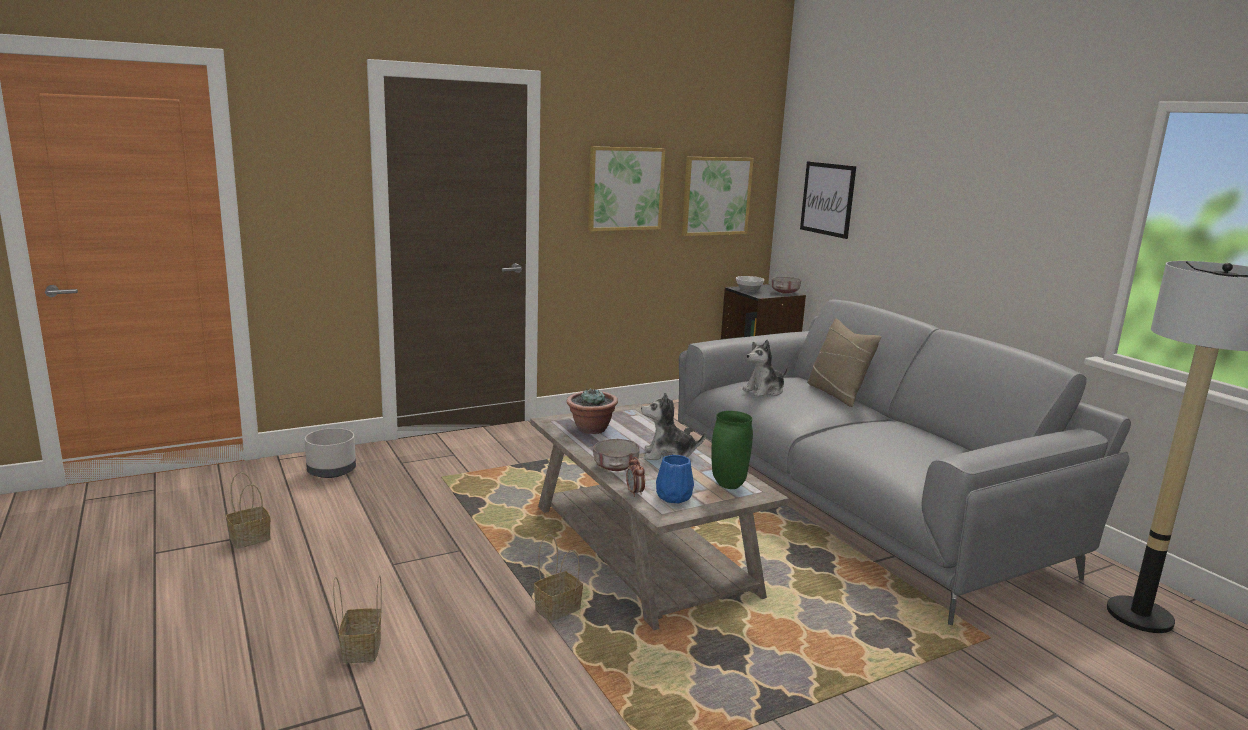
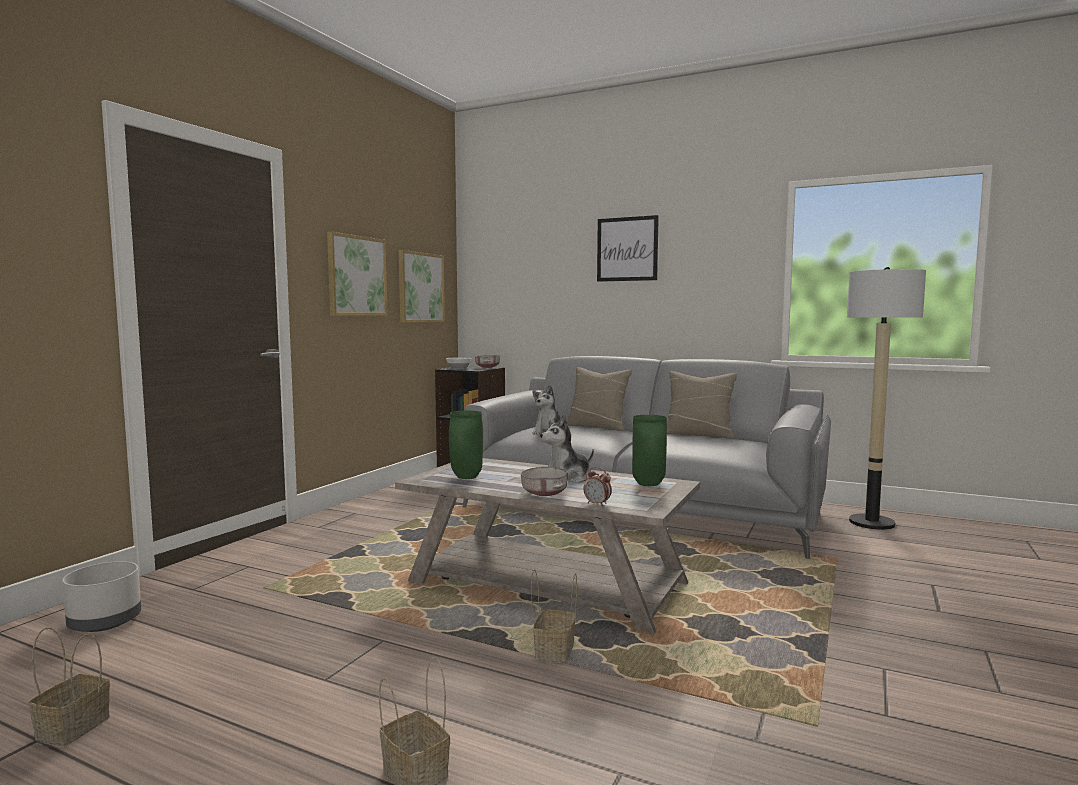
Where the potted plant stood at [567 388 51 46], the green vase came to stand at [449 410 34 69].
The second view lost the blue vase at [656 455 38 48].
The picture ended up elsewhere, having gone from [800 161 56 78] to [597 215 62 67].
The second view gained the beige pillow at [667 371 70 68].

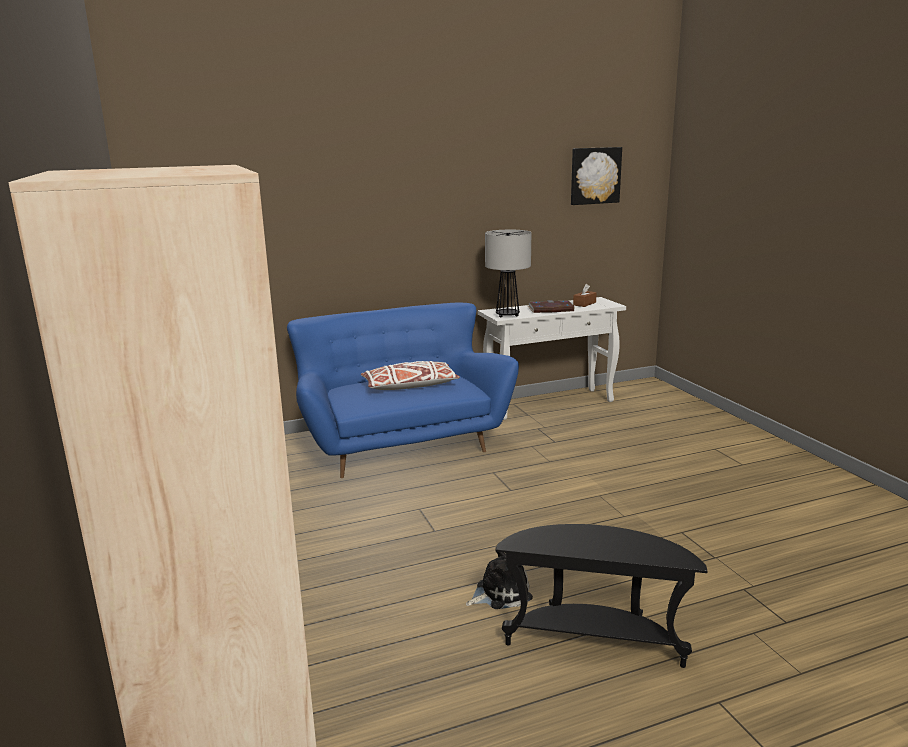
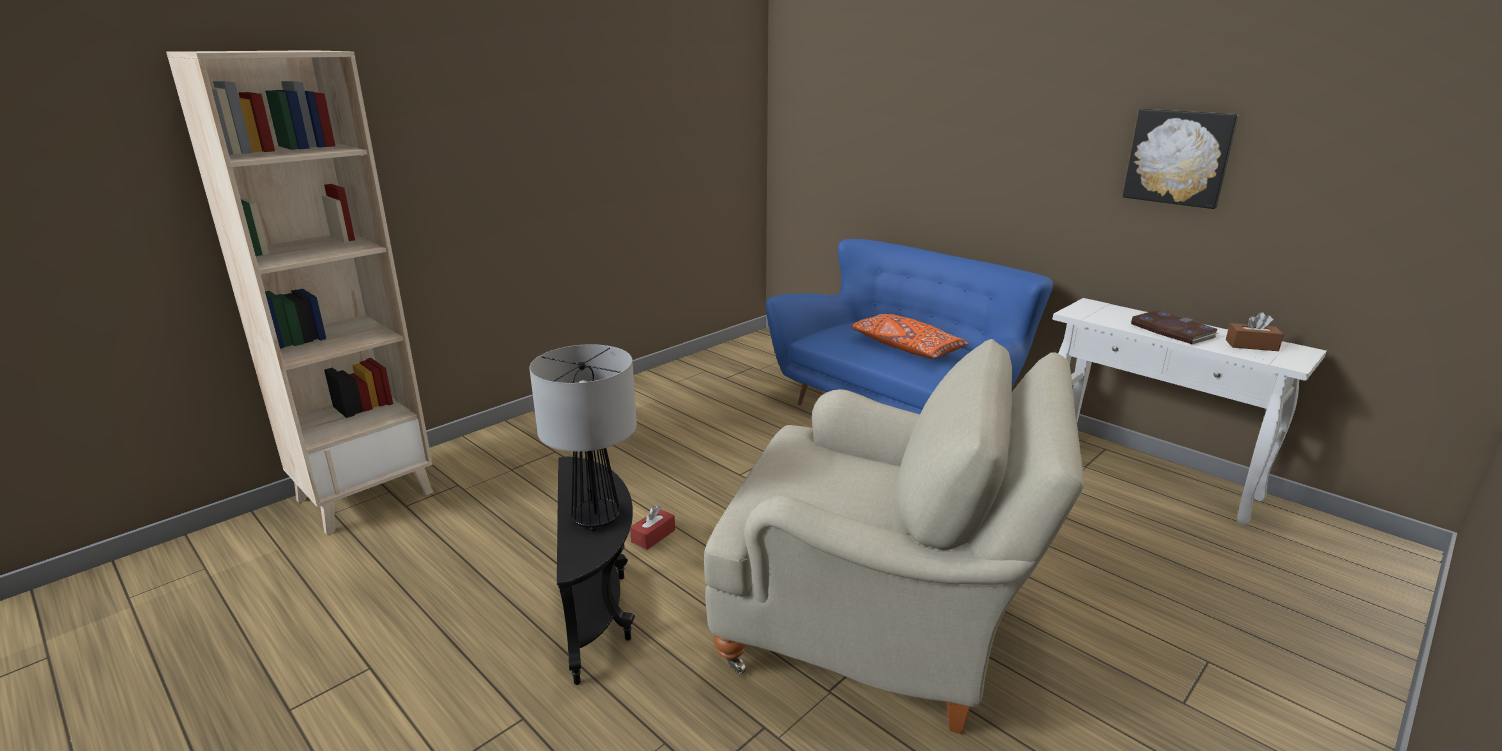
What was the white pillow at [361 361 99 29] turned into the orange pillow at [851 314 118 45].
Where the plush toy stood at [466 552 67 57], the red tissue box came to stand at [630 505 45 45].
The table lamp ended up elsewhere, having gone from [485 230 46 87] to [529 344 108 188].
The picture ended up elsewhere, having gone from [571 147 51 58] to [1123 109 116 100].
The second view gained the beige armchair at [704 339 380 395].

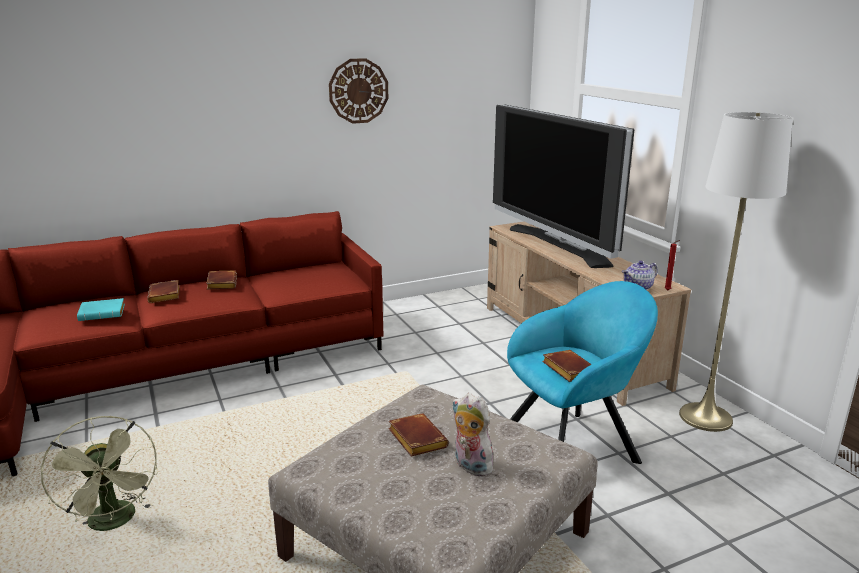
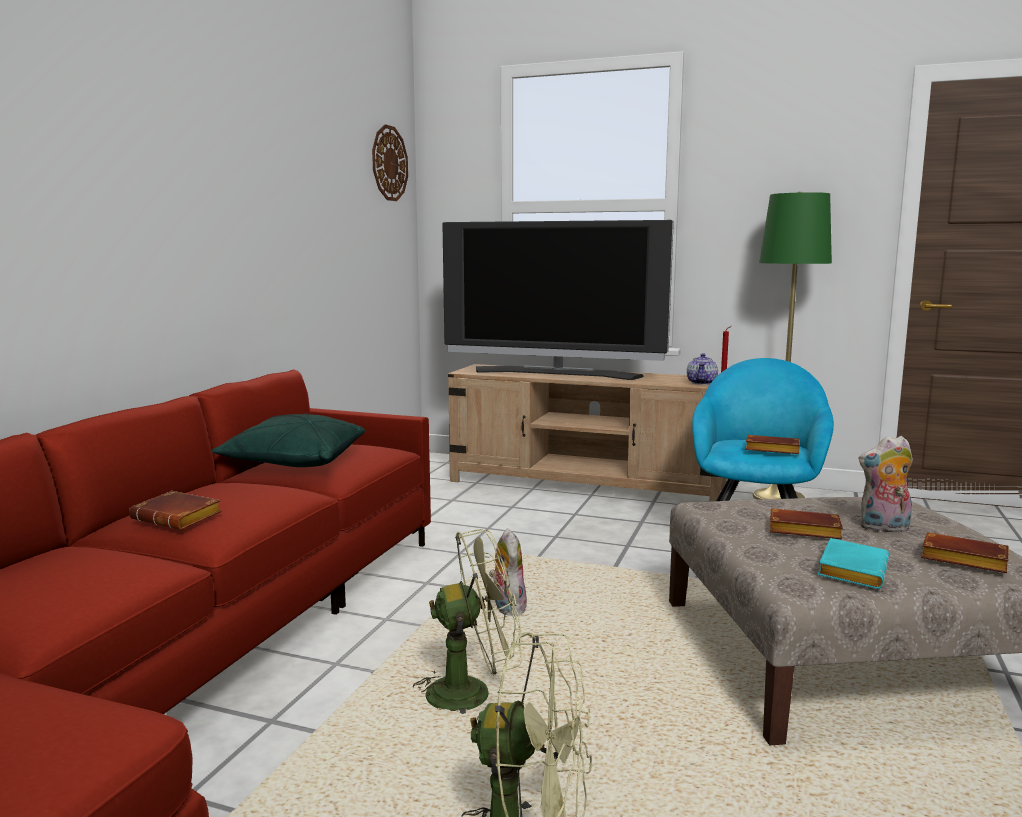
The turquoise book ended up elsewhere, having gone from [77 298 48 23] to [817 538 72 51].
The brown book ended up elsewhere, having gone from [206 271 31 18] to [921 532 88 41].
The wall clock ended up elsewhere, having gone from [329 58 59 66] to [372 124 36 77].
What was the white floor lamp at [679 112 114 320] turned into the green floor lamp at [753 192 79 307].
The second view gained the green pillow at [212 414 153 53].
The second view gained the green fan at [413 529 109 185].
The second view gained the plush toy at [489 528 38 88].

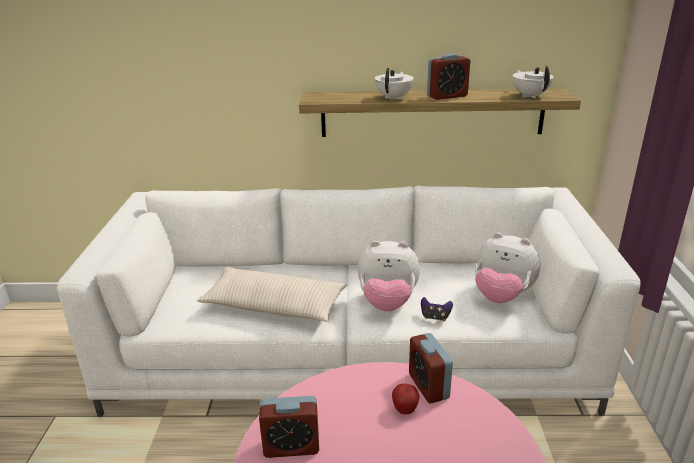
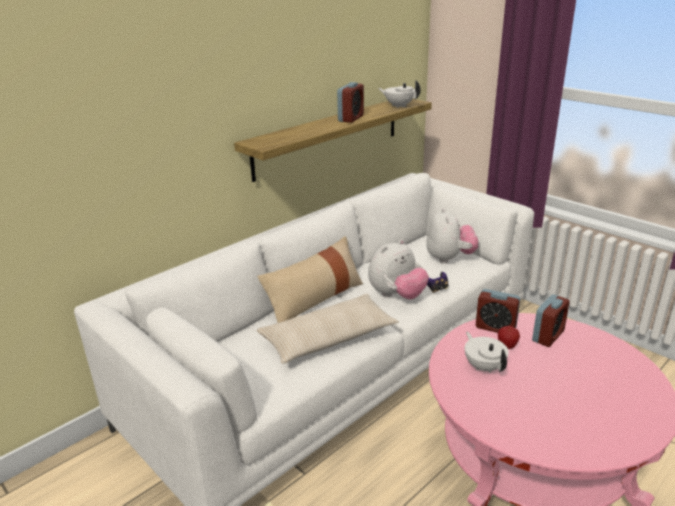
The alarm clock ended up elsewhere, having gone from [259 396 60 62] to [532 294 38 53].
The white teapot ended up elsewhere, having gone from [375 68 39 33] to [465 332 44 41].
The plush toy at [475 233 65 70] ended up facing another way, 75 degrees counterclockwise from before.
The second view gained the beige pillow at [257 236 106 87].

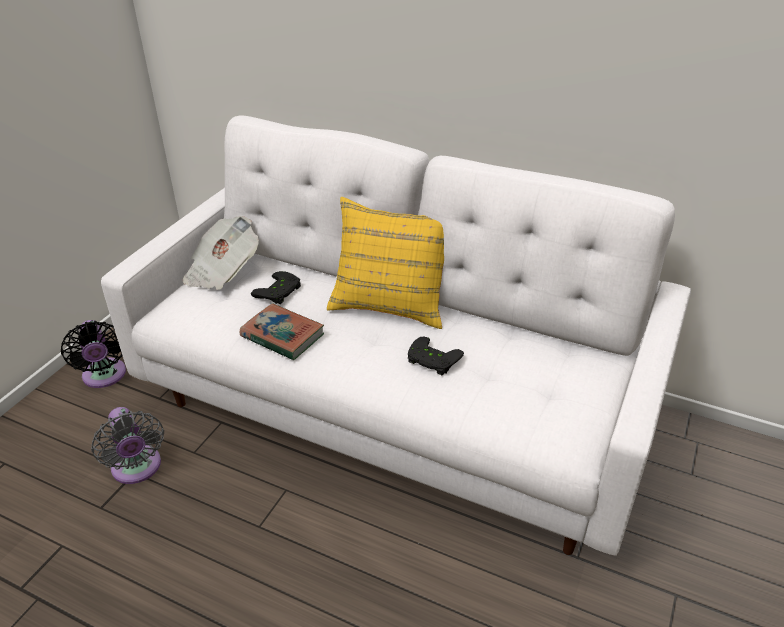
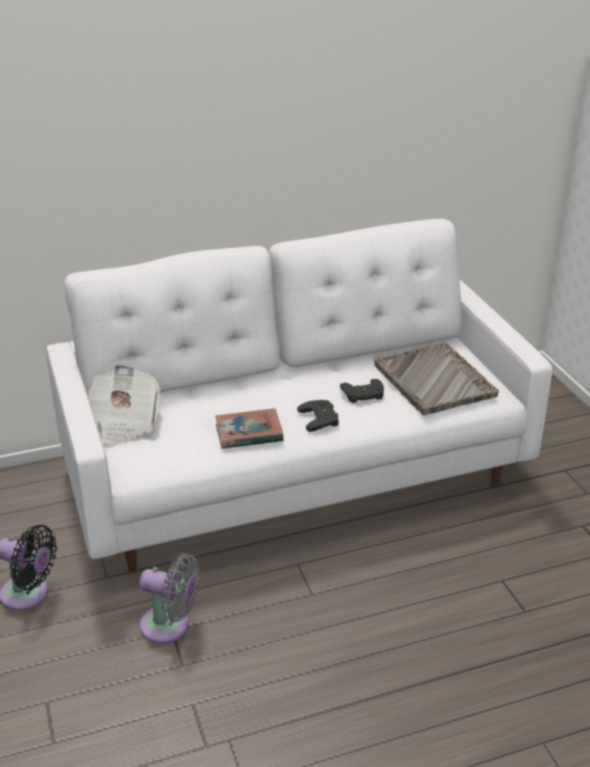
The black game controller ended up elsewhere, having gone from [251 271 50 33] to [297 400 42 32].
The second view lost the yellow pillow at [327 197 117 132].
The second view gained the grey tray at [374 343 125 72].

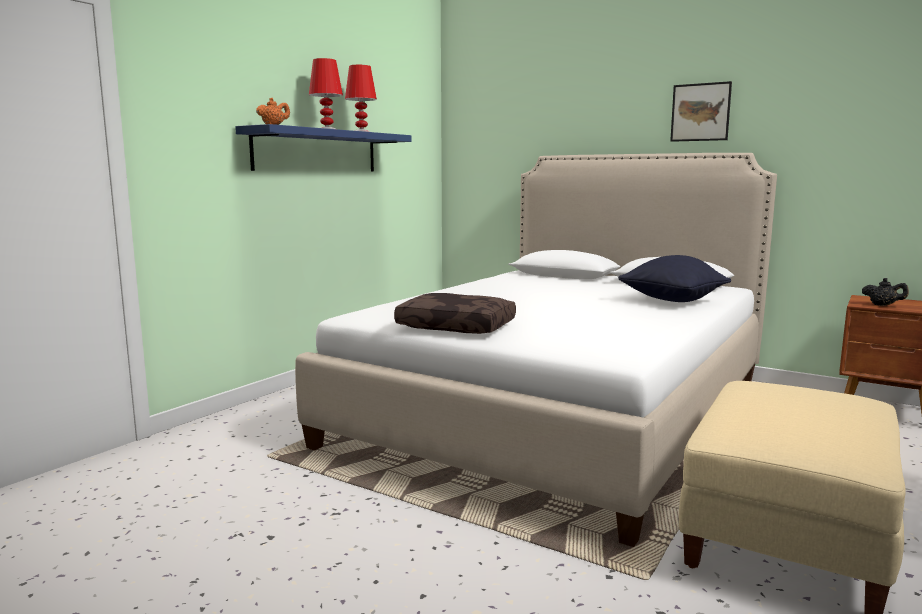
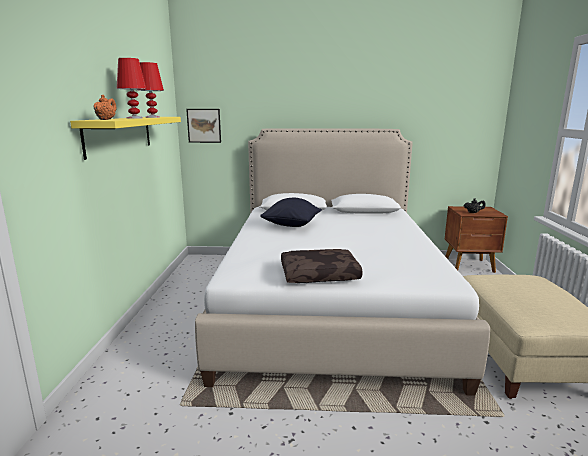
What was the blue shelf at [235 124 176 47] turned into the yellow shelf at [70 117 111 43].
The black pillow ended up elsewhere, having gone from [618 255 113 47] to [260 198 62 29].
The picture ended up elsewhere, having gone from [670 81 62 61] to [186 109 35 34].

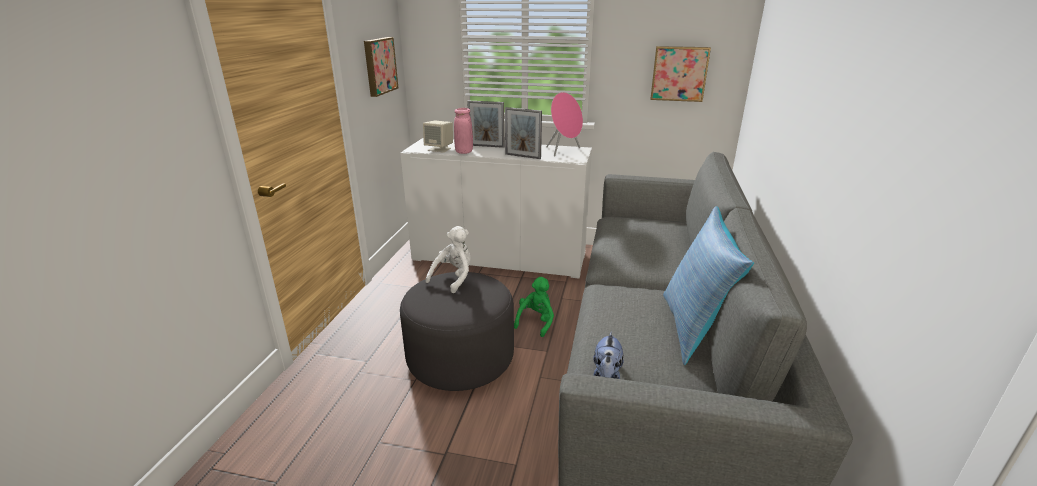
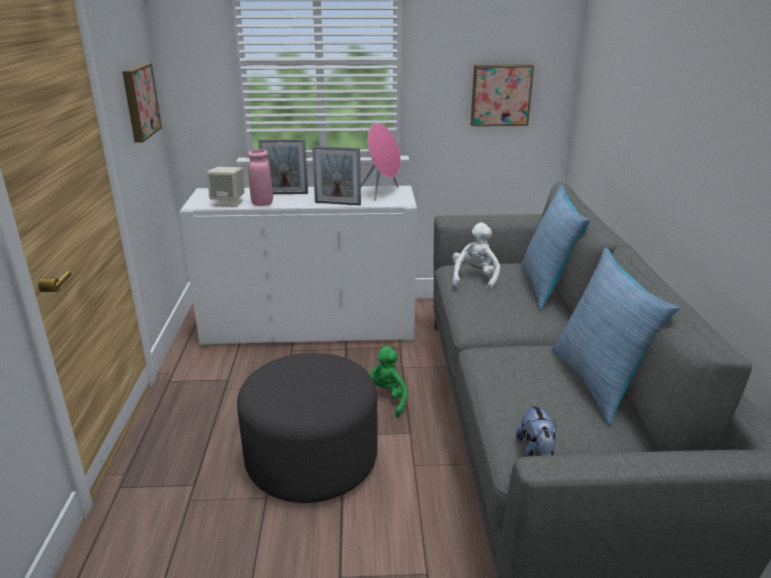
The white plush toy ended up elsewhere, having gone from [425 226 46 67] to [452 222 48 70].
The second view gained the pillow at [520 185 70 126].

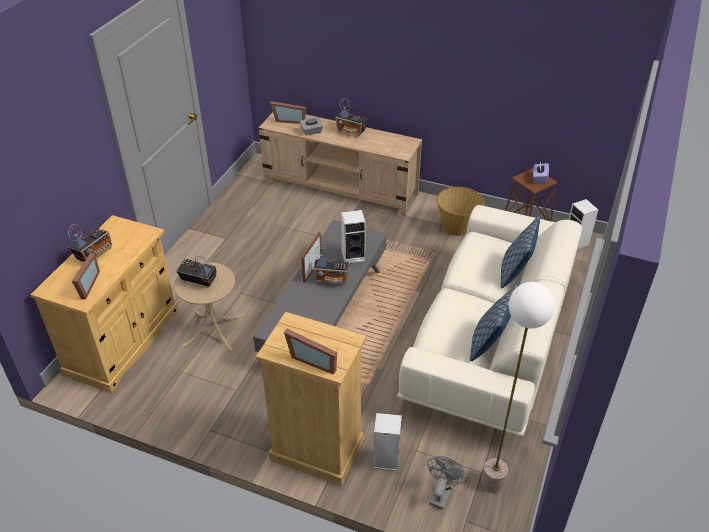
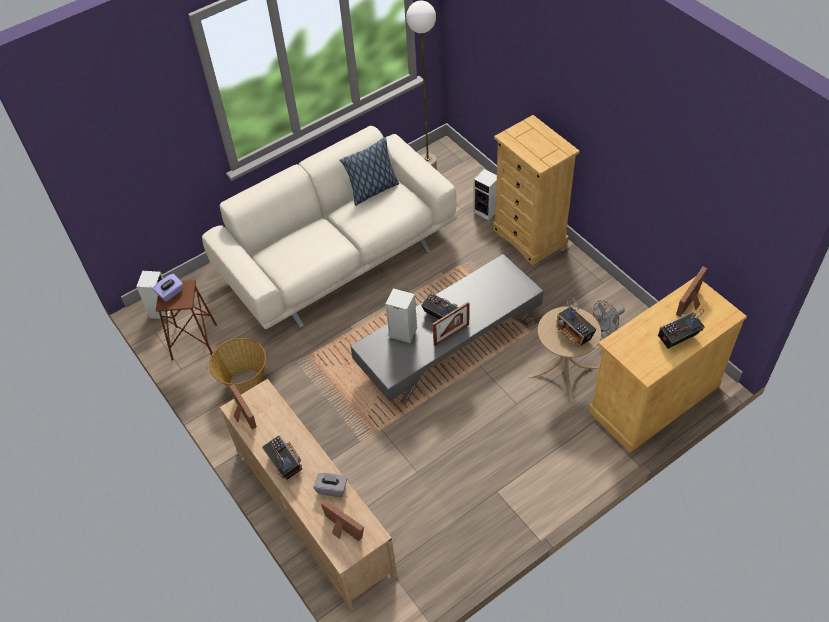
The picture frame ended up elsewhere, having gone from [284 329 53 46] to [230 384 27 46].
The grey fan ended up elsewhere, having gone from [427 456 41 54] to [593 300 32 38].
The second view lost the pillow at [500 216 40 72].

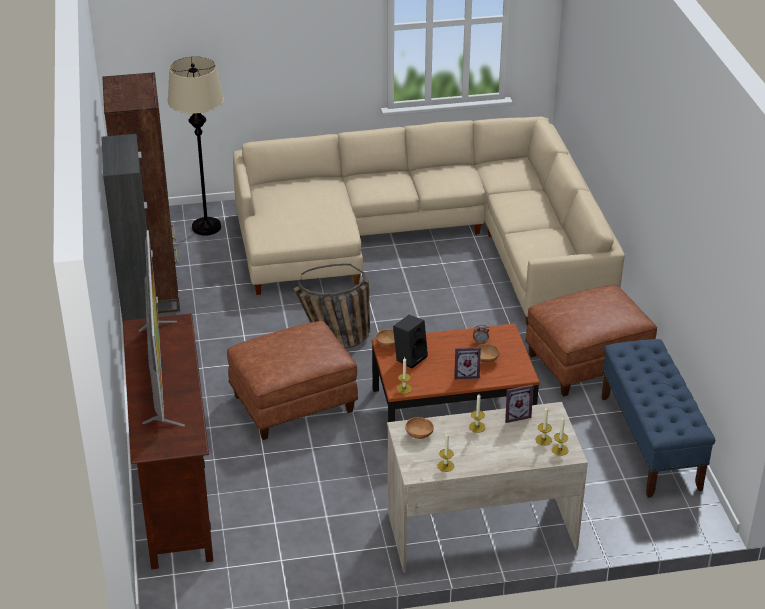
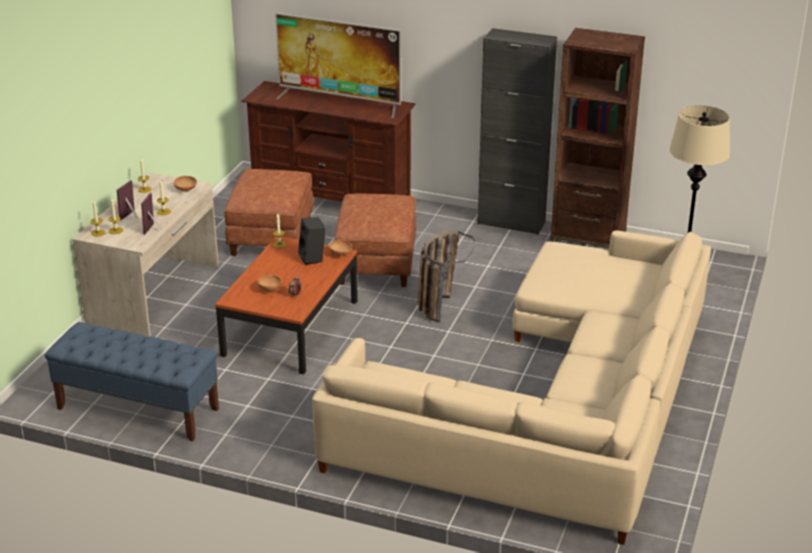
The picture frame ended up elsewhere, having gone from [454 347 27 32] to [117 180 21 40].
The brown ottoman ended up elsewhere, having gone from [525 285 132 111] to [224 169 90 87].

